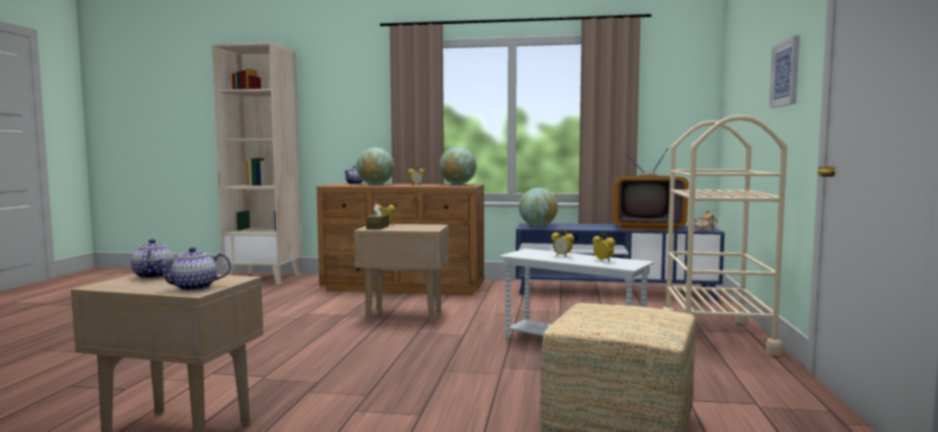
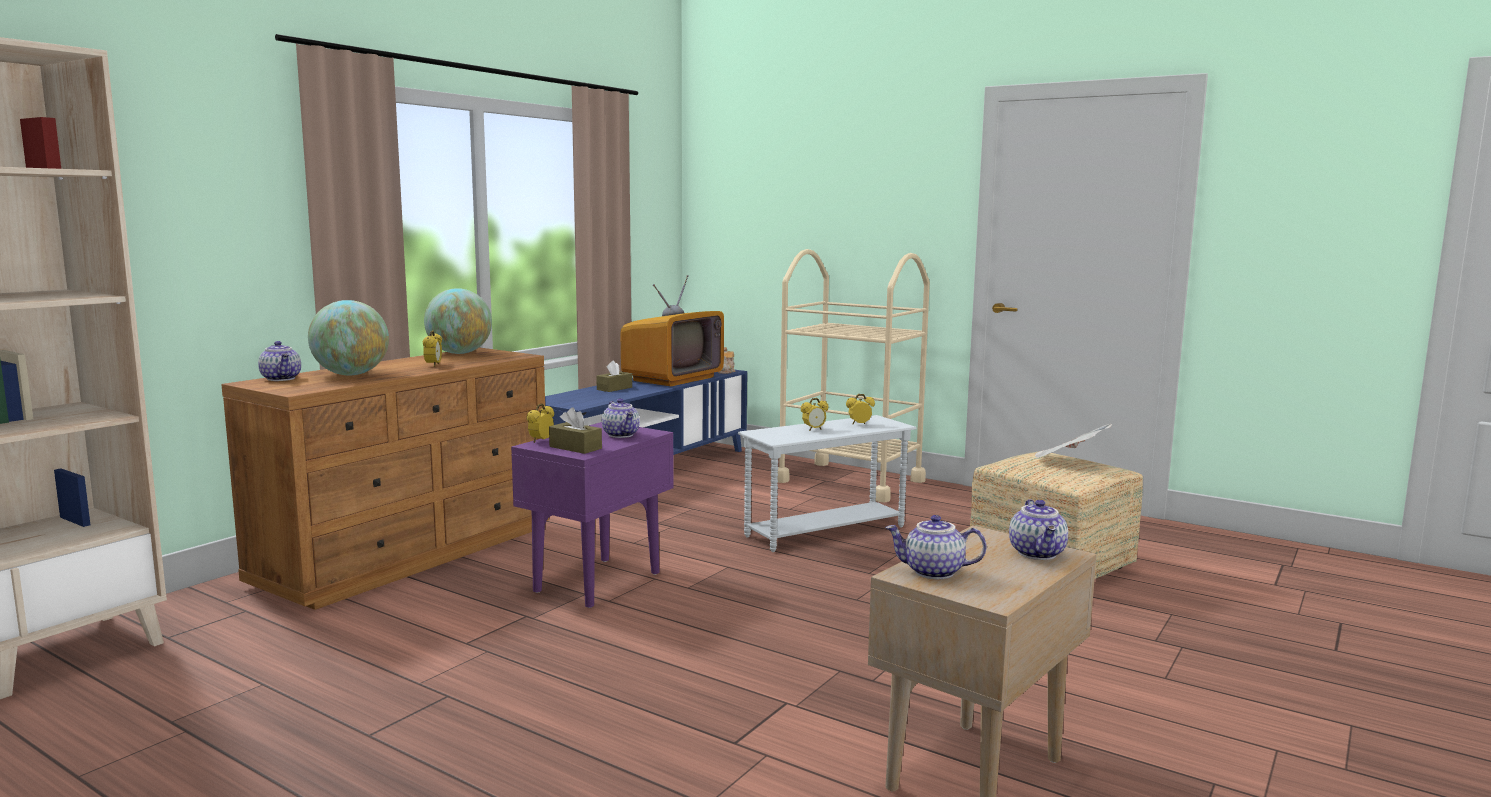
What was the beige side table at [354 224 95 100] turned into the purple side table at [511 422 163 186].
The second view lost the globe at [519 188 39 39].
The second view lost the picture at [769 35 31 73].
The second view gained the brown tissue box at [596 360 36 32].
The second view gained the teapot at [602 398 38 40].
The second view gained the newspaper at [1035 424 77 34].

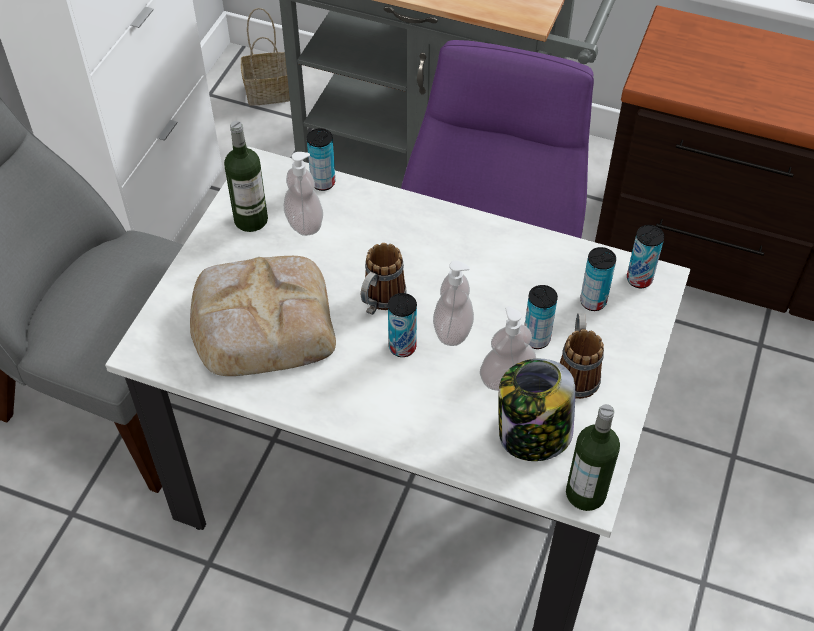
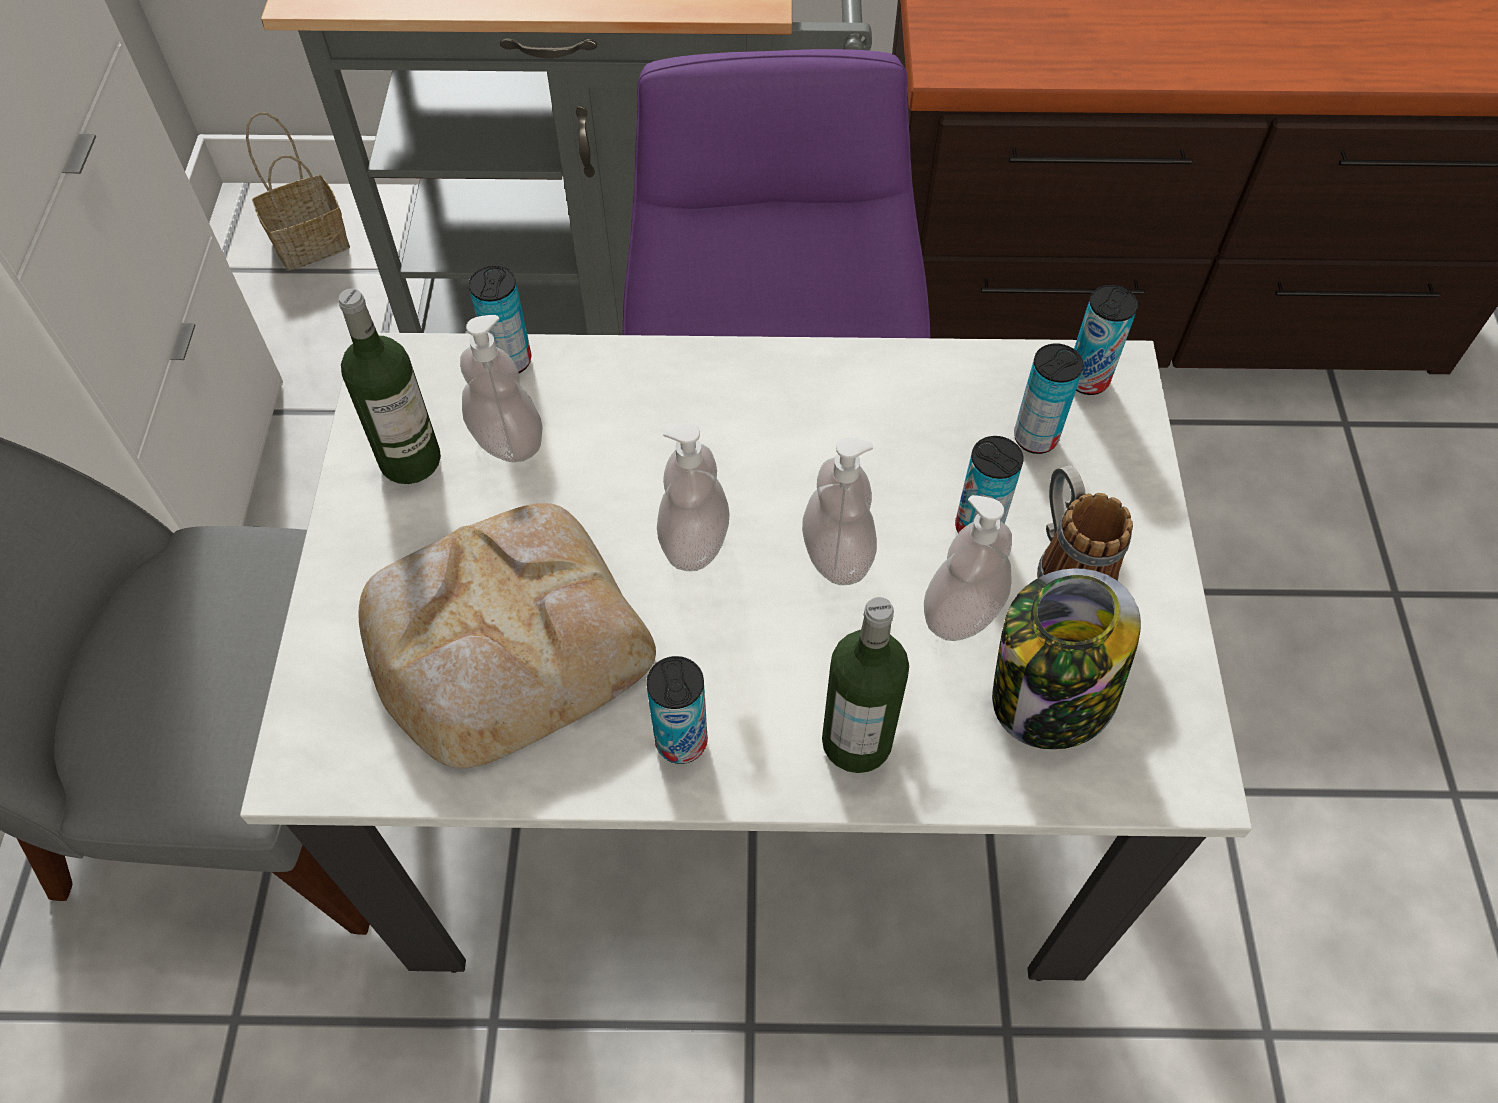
Where the mug stood at [361 243 46 72], the soap dispenser came to stand at [657 423 73 148].
The can ended up elsewhere, having gone from [388 293 29 64] to [646 656 62 108].
The bottle ended up elsewhere, having gone from [566 404 54 107] to [822 597 87 176].

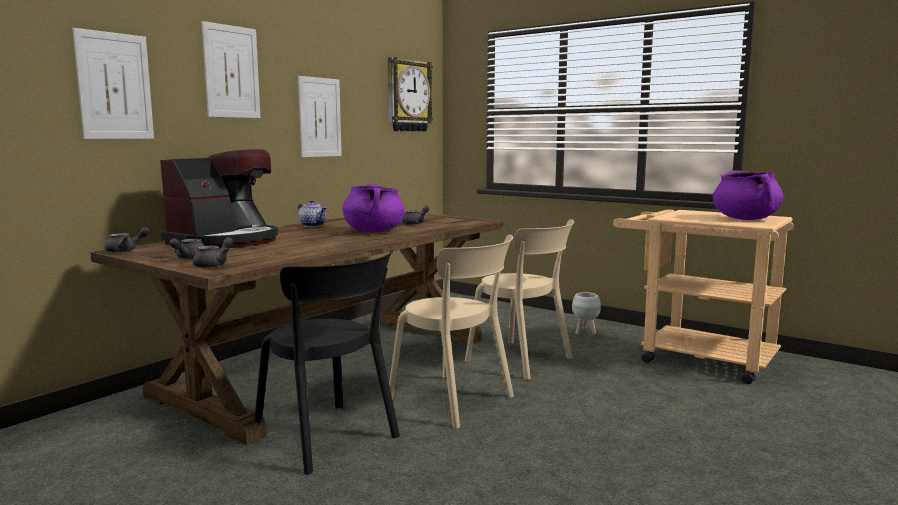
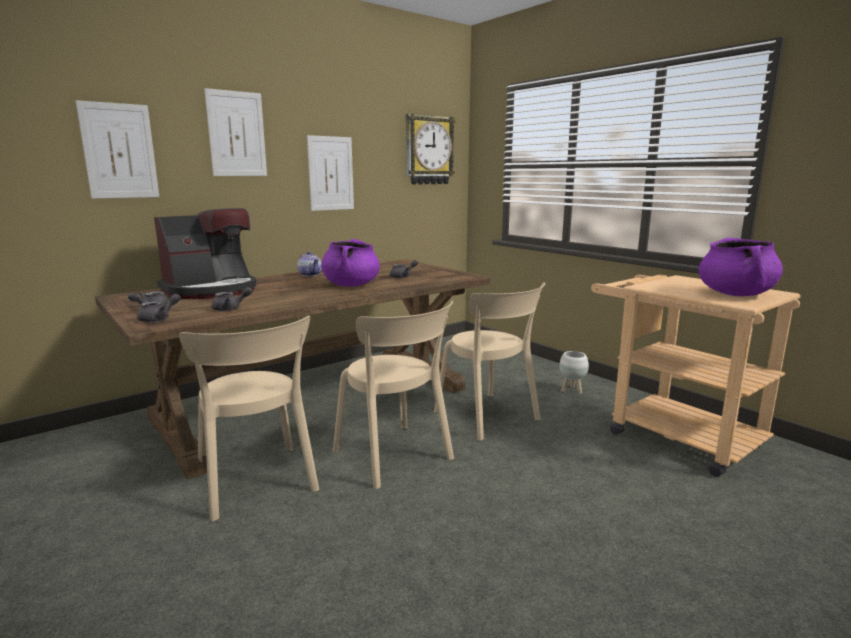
The grey teapot ended up elsewhere, having gone from [105 227 45 26] to [211 287 42 24].
What was the black chair at [254 250 146 225] turned into the beige chair at [179 316 140 205].

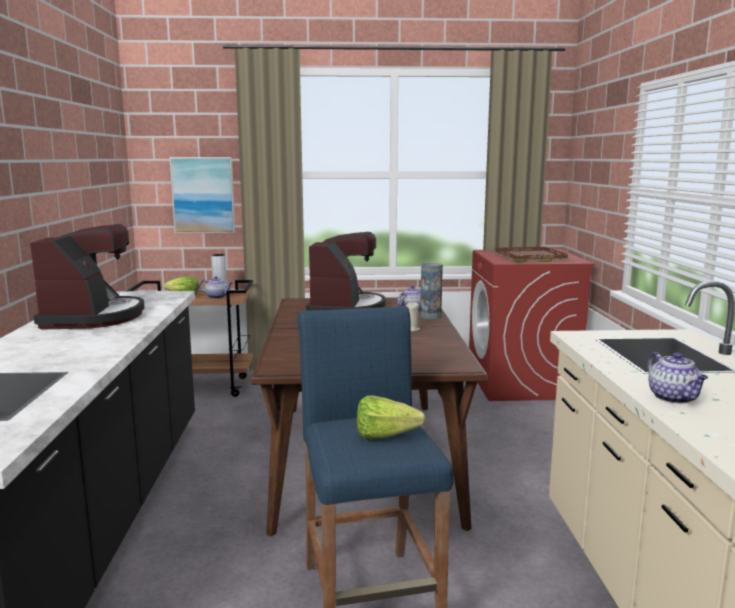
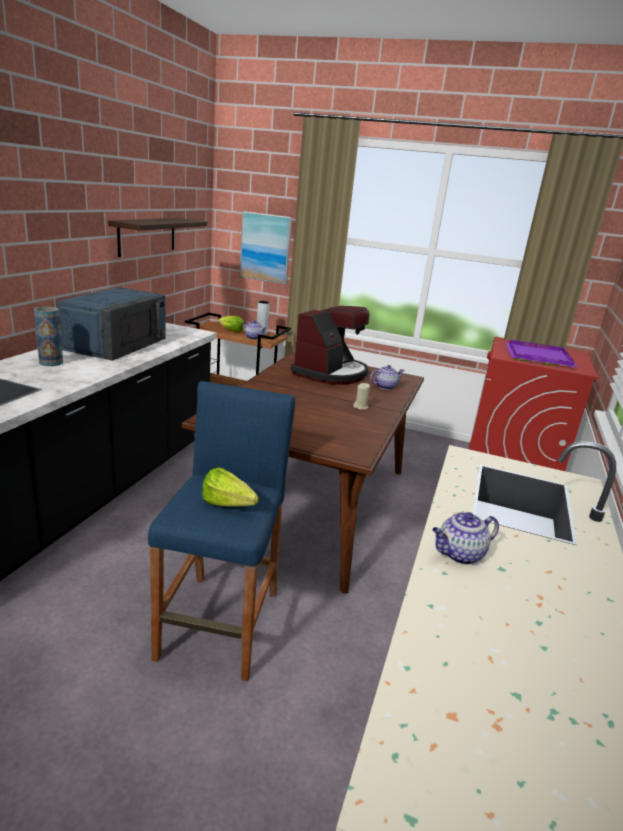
Where the coffee machine stood at [30 224 114 106], the blue microwave came to stand at [57 287 109 74].
The vase ended up elsewhere, having gone from [420 263 23 56] to [34 306 29 60].
What was the brown tray at [491 247 81 16] turned into the purple tray at [505 340 72 27].
The teapot at [647 352 61 52] ended up facing another way, 60 degrees clockwise from before.
The second view gained the shelf at [108 218 99 39].

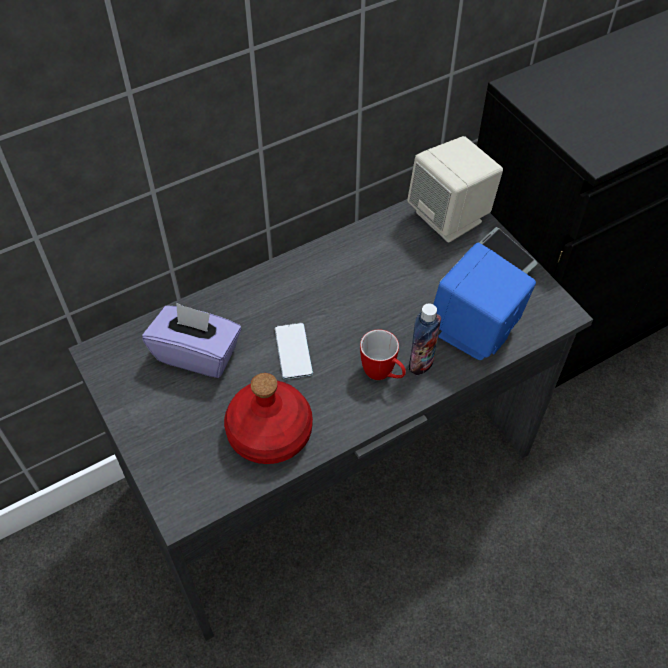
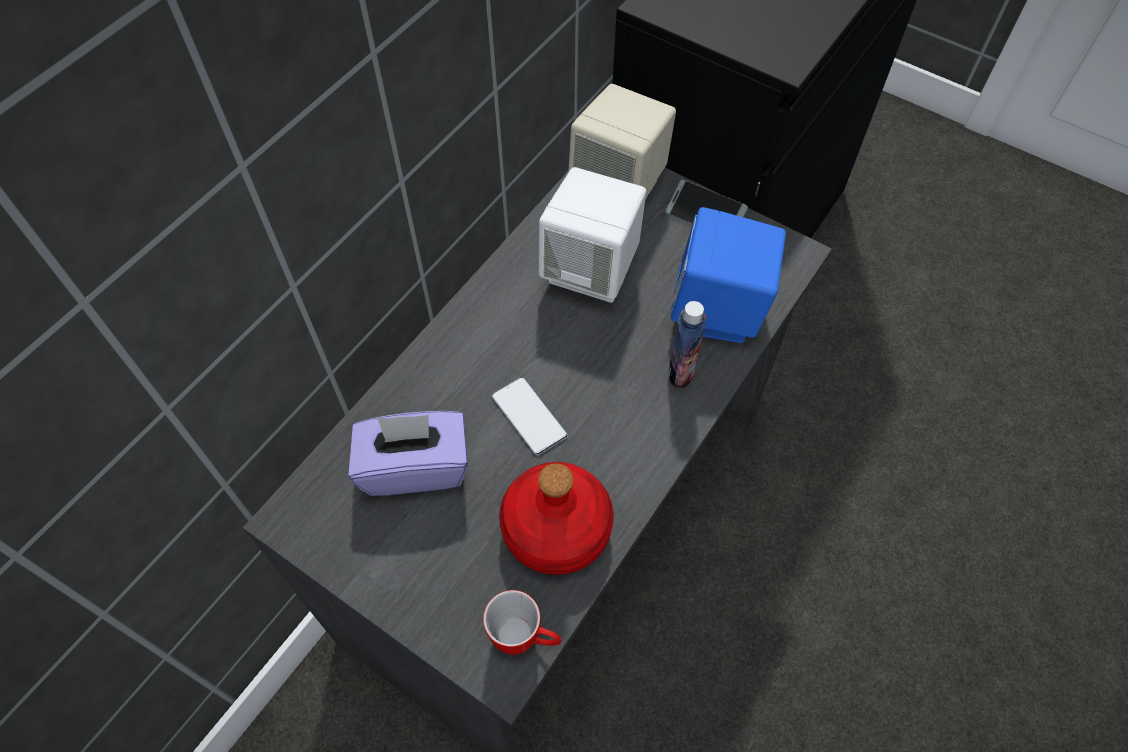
The mug ended up elsewhere, having gone from [360 329 46 51] to [483 590 78 65].
The second view gained the white speaker at [538 167 108 136].

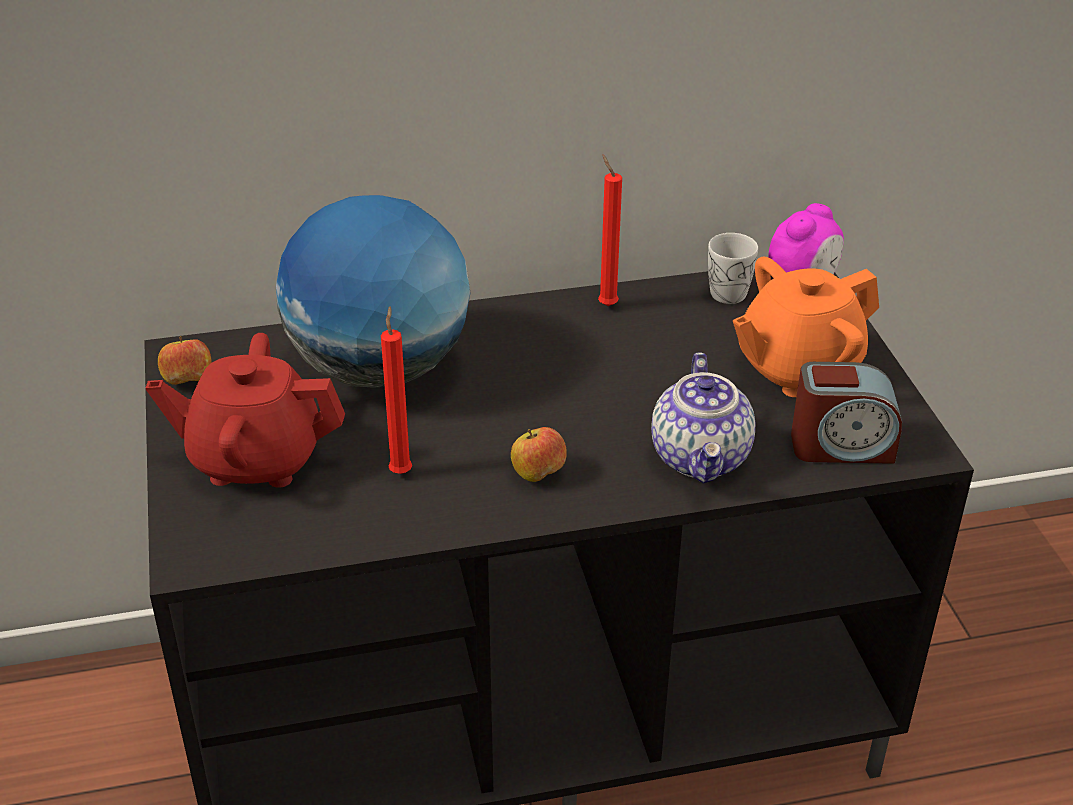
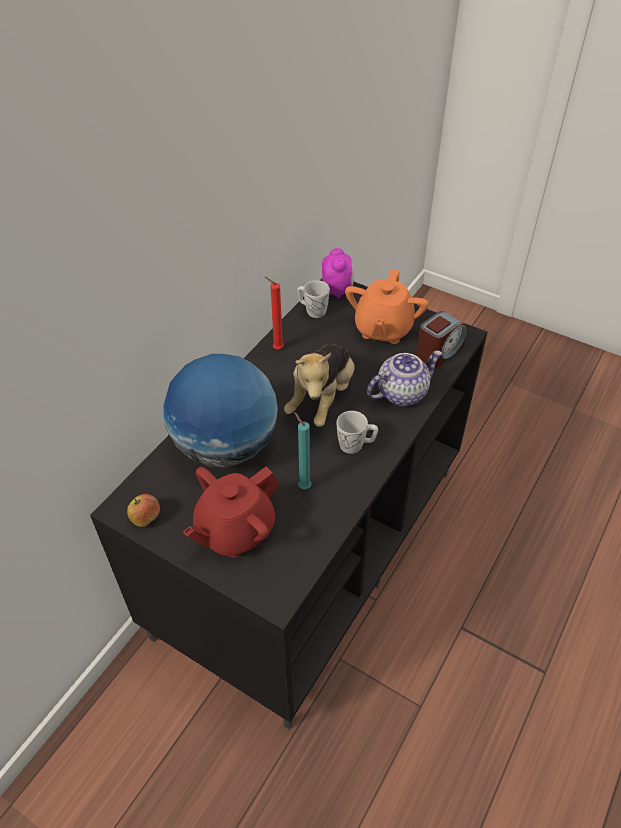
What was the red candle at [381 306 31 168] turned into the turquoise candle at [294 412 17 77].
Where the apple stood at [511 427 56 55], the white mug came to stand at [337 411 41 43].
The teapot at [651 353 104 131] ended up facing another way, 75 degrees counterclockwise from before.
The second view gained the plush toy at [284 344 71 83].

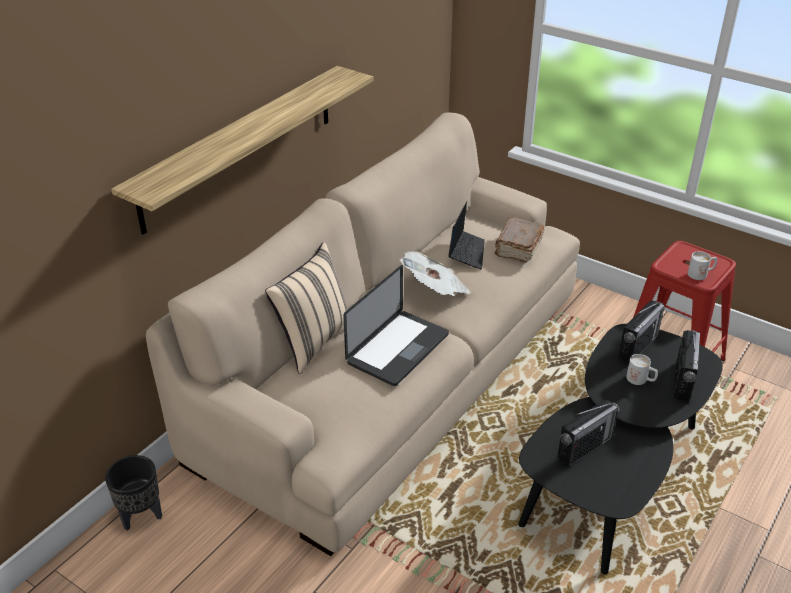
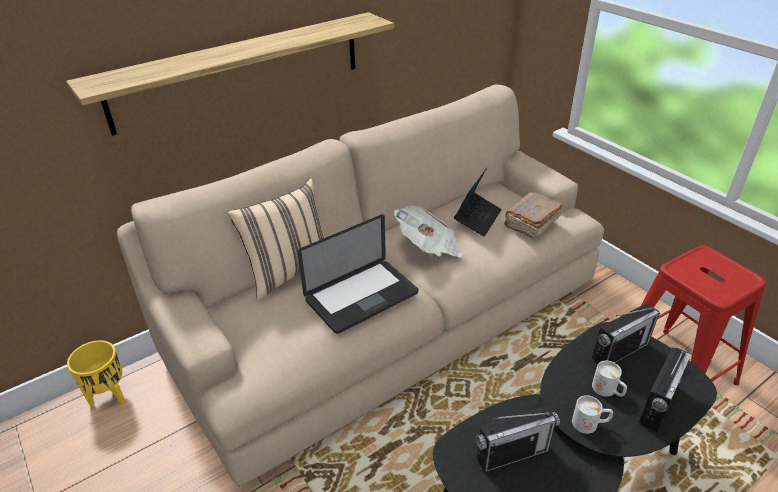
What was the black planter at [105 455 57 76] turned into the yellow planter at [67 340 58 66].
The white mug ended up elsewhere, having gone from [688 251 29 29] to [572 395 41 39].

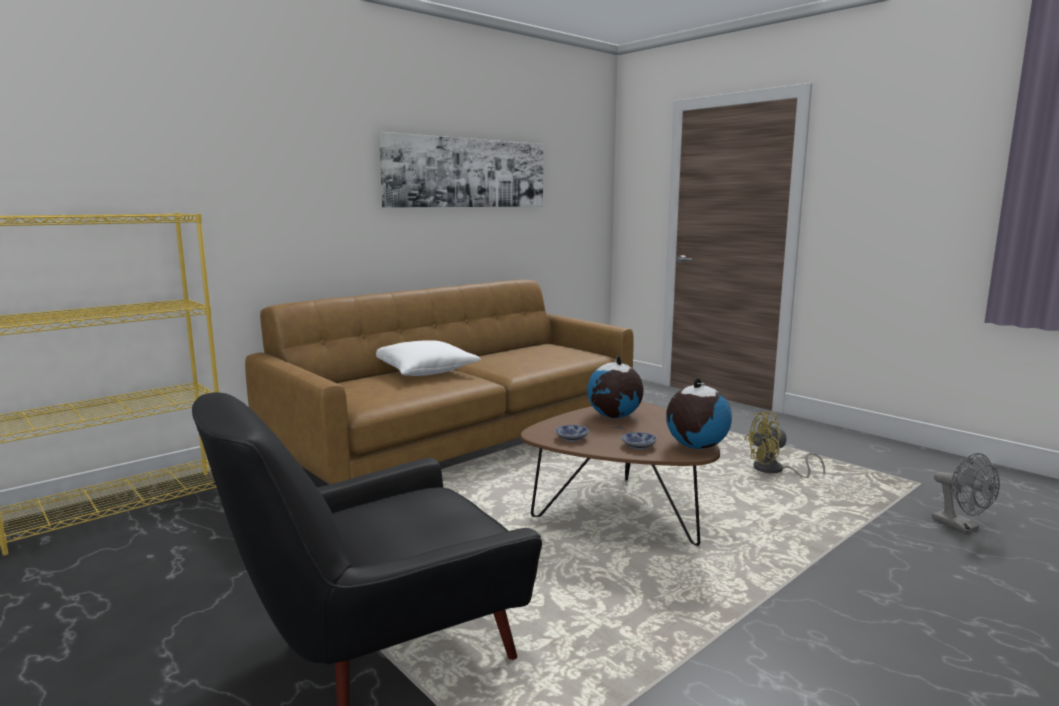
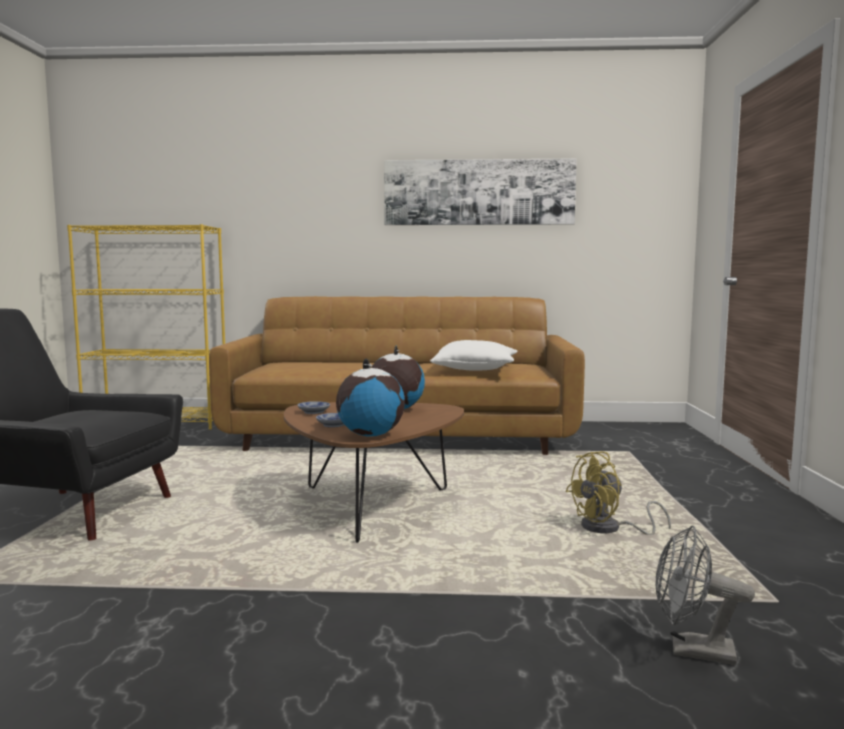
The white pillow ended up elsewhere, having gone from [376 341 105 35] to [430 340 88 31].
The yellow fan at [744 412 81 66] ended up facing another way, 60 degrees counterclockwise from before.
The grey fan at [932 453 68 80] ended up facing another way, 90 degrees clockwise from before.

